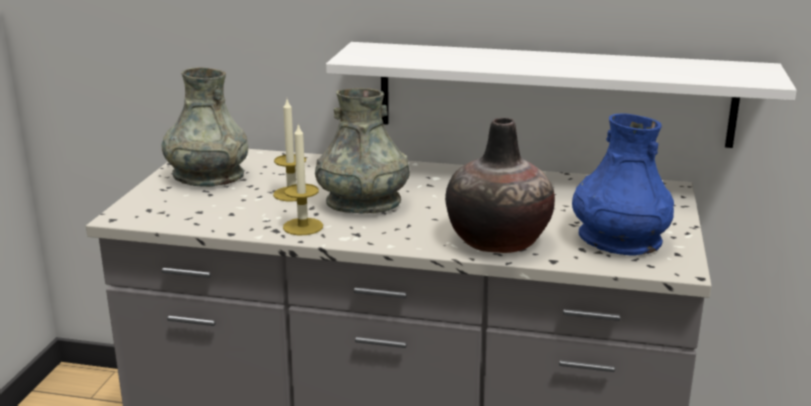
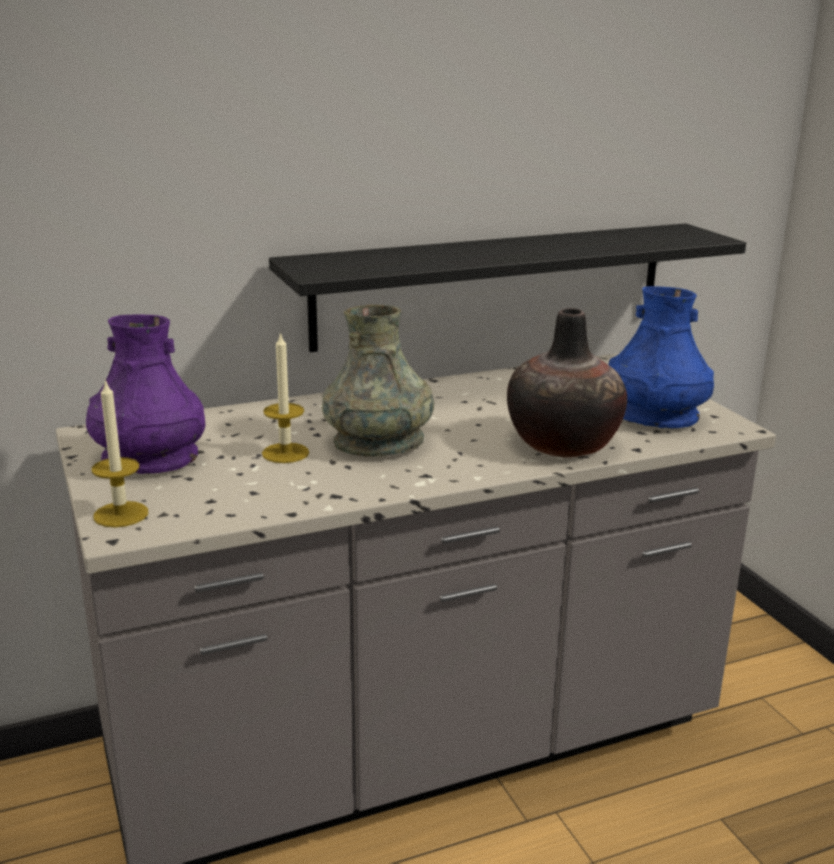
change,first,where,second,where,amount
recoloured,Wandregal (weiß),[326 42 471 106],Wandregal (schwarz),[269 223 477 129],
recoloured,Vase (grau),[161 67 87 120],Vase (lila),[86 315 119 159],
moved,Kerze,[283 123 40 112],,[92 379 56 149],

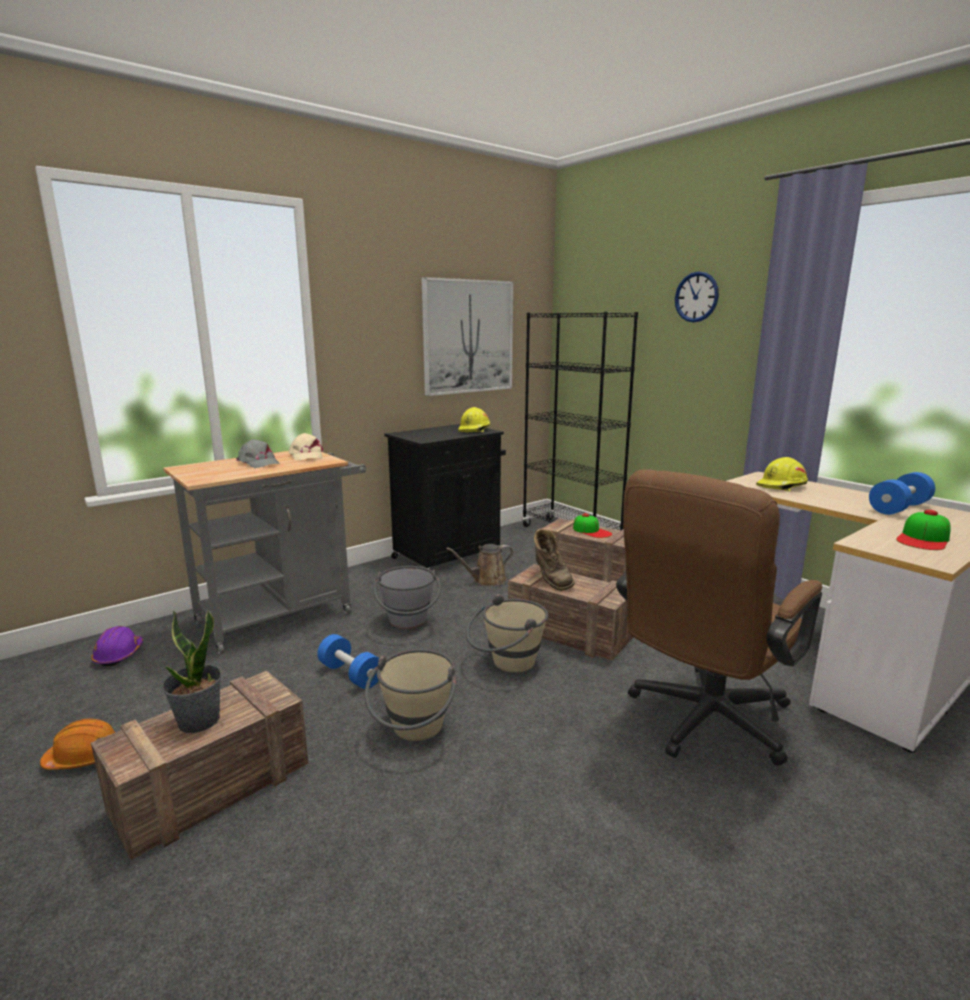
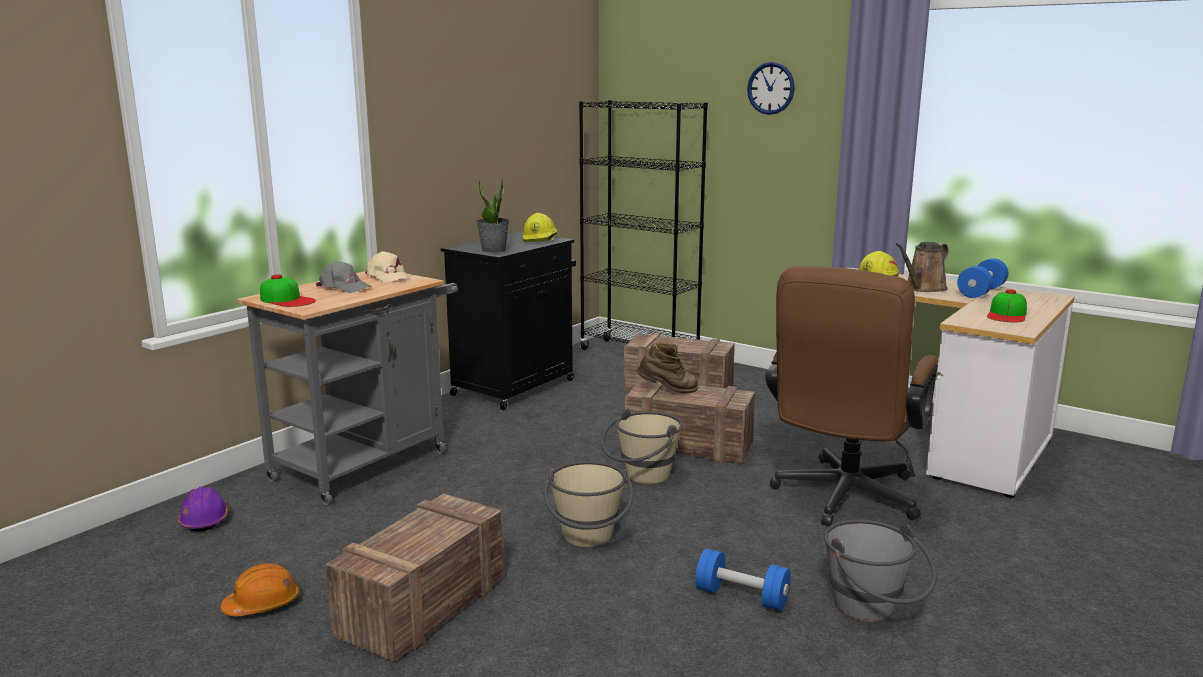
change,first,where,second,where,amount
removed,Bild,[421 277 92 119],,,
moved,Kappe,[573 513 39 25],,[260 274 56 33],
turned,Stiefel (braun),[534 528 41 63],,[637 342 61 51],60 degrees counterclockwise
moved,Gießkanne (braun),[446 544 67 42],,[896 242 53 50],
moved,Eimer (grau),[373 566 68 63],,[824 519 113 103],
moved,Topfpflanze,[162 609 60 124],,[476 176 33 76],
moved,Hantel (blau),[317 634 62 55],,[695 548 96 63],

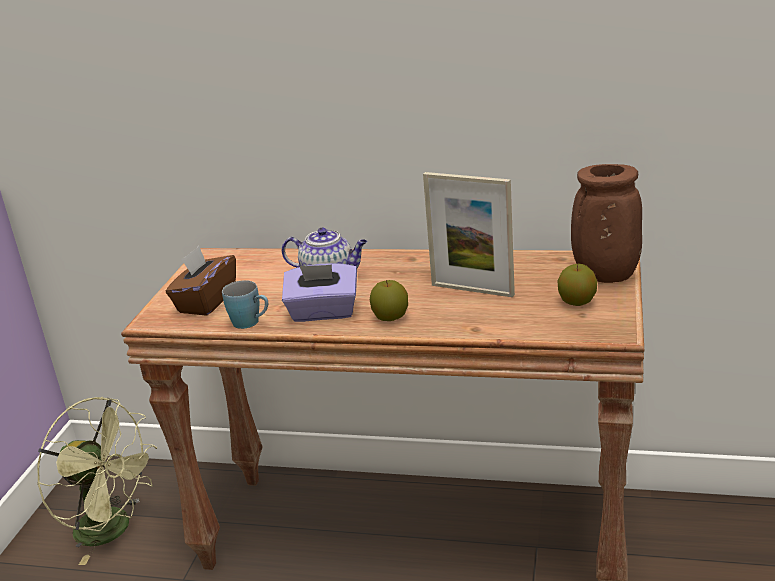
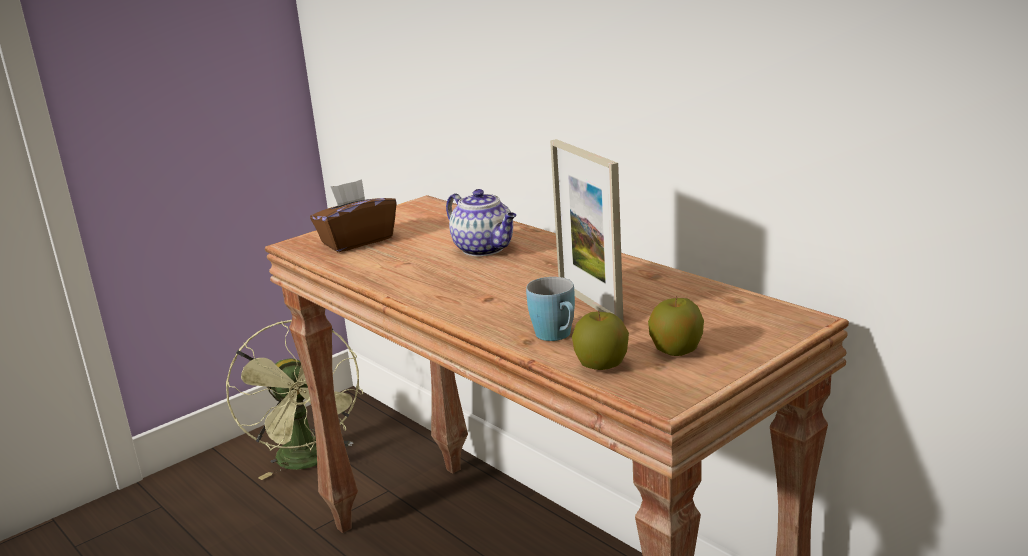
change,first,where,second,where,amount
removed,Vase (braun),[571 164 71 119],,,
removed,Taschentuchbox (lila),[282 263 75 59],,,
moved,Henkelbecher (blau),[222 280 46 49],,[526 277 49 64],
moved,Apfel,[370 280 38 41],,[572 310 57 60],

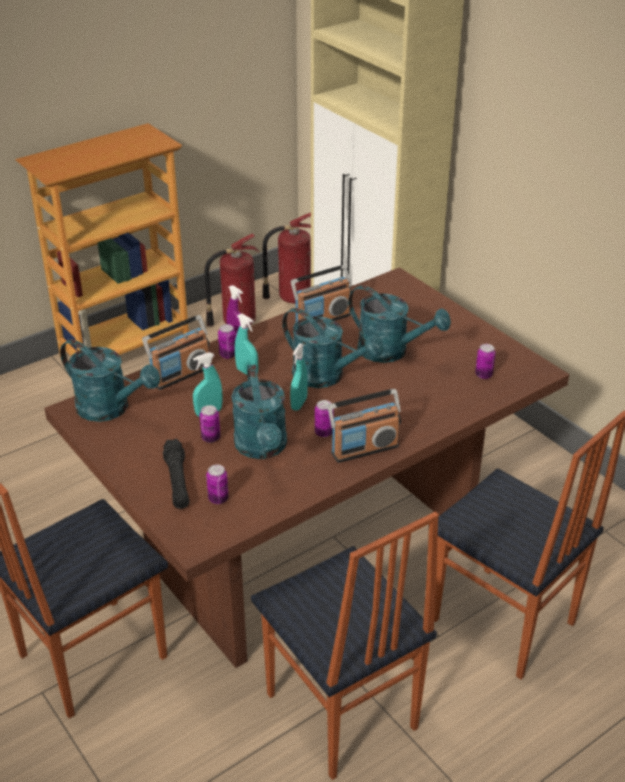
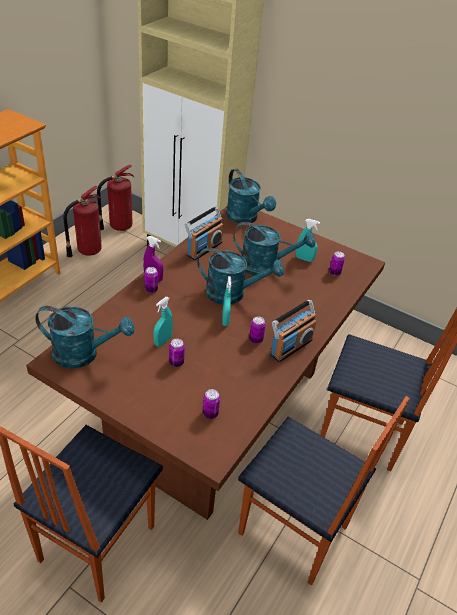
change,first,where,second,where,amount
moved,Sprühflasche (türkis),[235 313 23 62],,[296 219 24 43],
removed,Radio,[142 315 68 75],,,
moved,Gießkanne (türkis),[231 364 56 95],,[226 169 50 54],
removed,Taschenlampe (schwarz),[163 439 26 70],,,

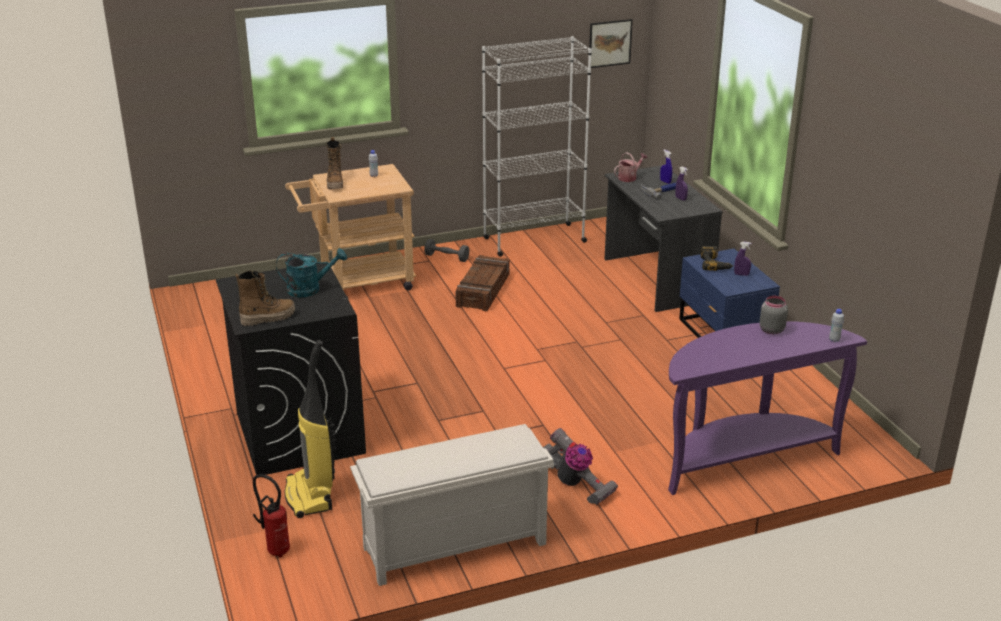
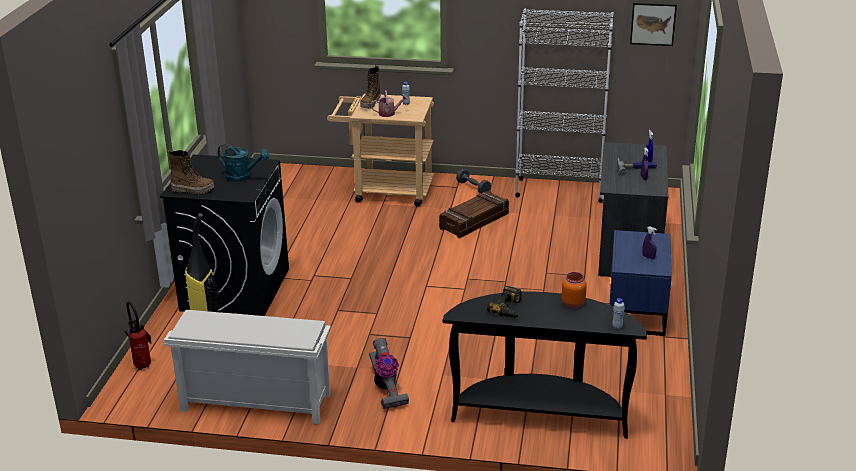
change,first,where,second,where,amount
moved,Gießkanne,[614 152 34 30],,[370 91 38 26],
moved,Bohrmaschine,[700 246 34 25],,[487 286 35 32],
recoloured,Vorratsglas (grau),[760 296 28 38],Vorratsglas (orange),[562 272 25 36],
recoloured,Konsolentisch (lila),[668 321 199 174],Konsolentisch (schwarz),[443 292 204 147],

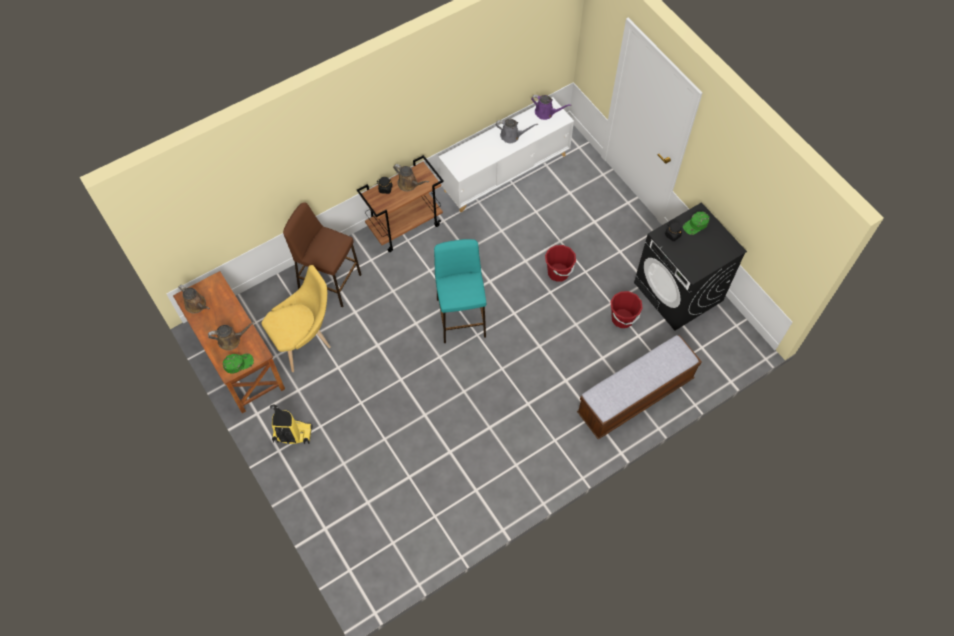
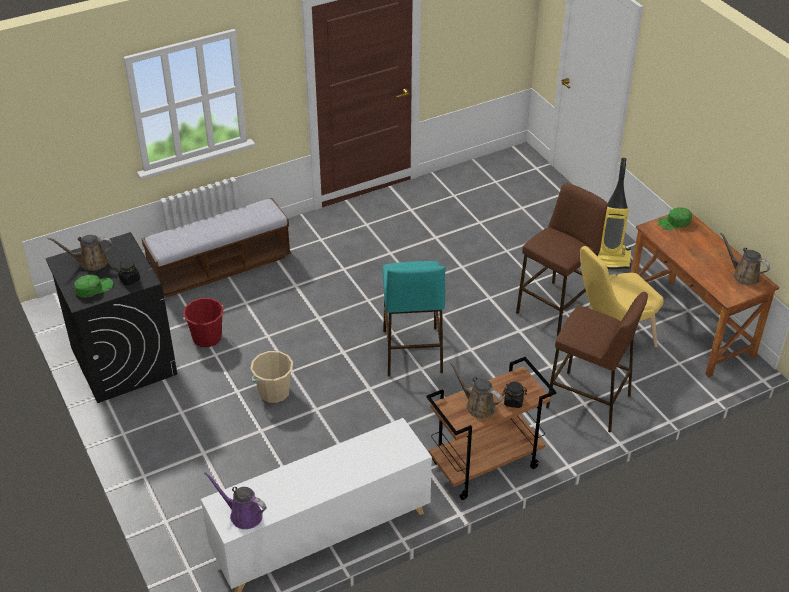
change,first,where,second,where,amount
removed,Gießkanne (grau),[496 119 42 24],,,
recoloured,Eimer (rot),[545 245 31 37],Eimer (beige),[250 351 43 52],
moved,Gießkanne (braun),[208 322 47 29],,[48 235 64 36],
added,,,Hocker (braun),[516 183 91 154],

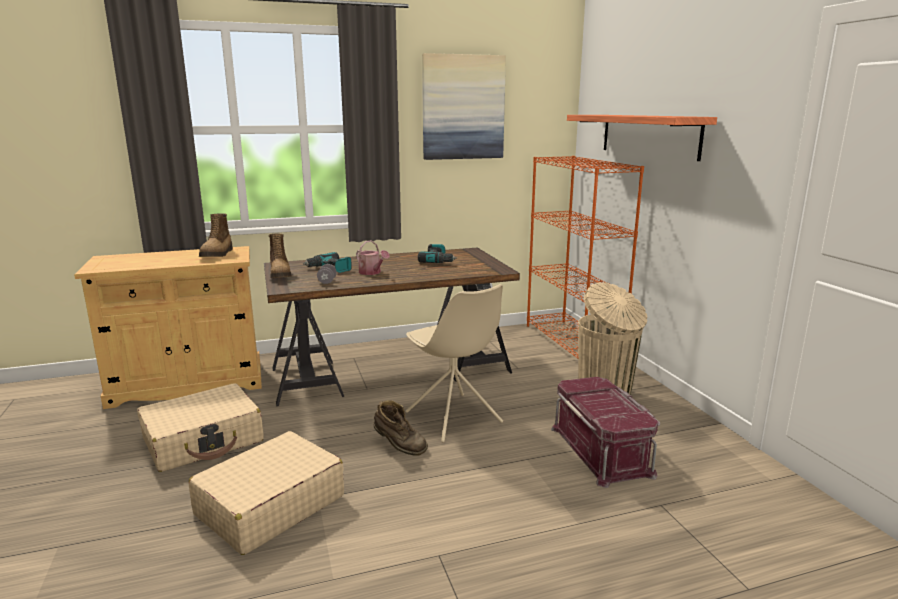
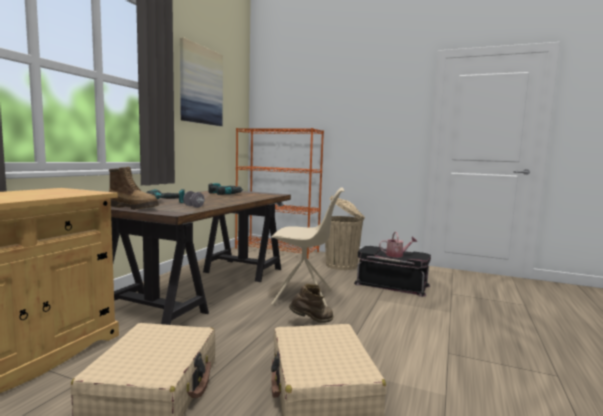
change,first,where,second,where,amount
removed,Wandregal,[567 115 150 46],,,
removed,Stiefel,[199 213 34 44],,,
moved,Gießkanne,[356 241 34 34],,[379 232 38 26],
recoloured,Aufbewahrungsbox (rot),[551 377 109 111],Aufbewahrungsbox (schwarz),[354 246 77 51],

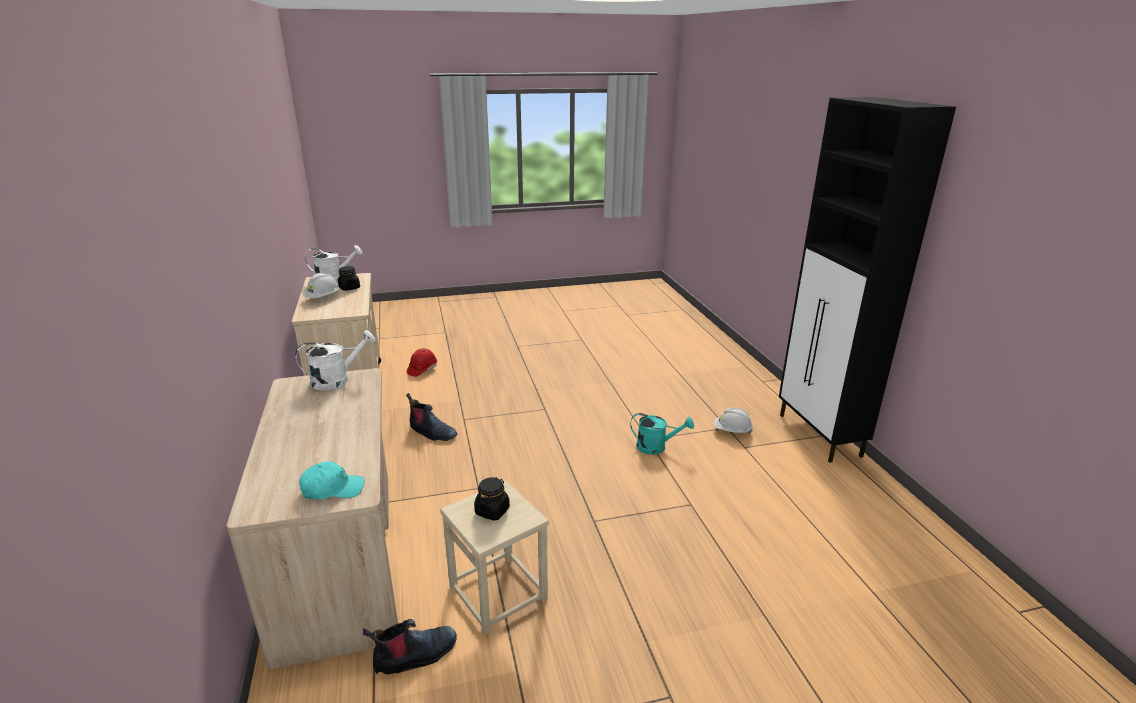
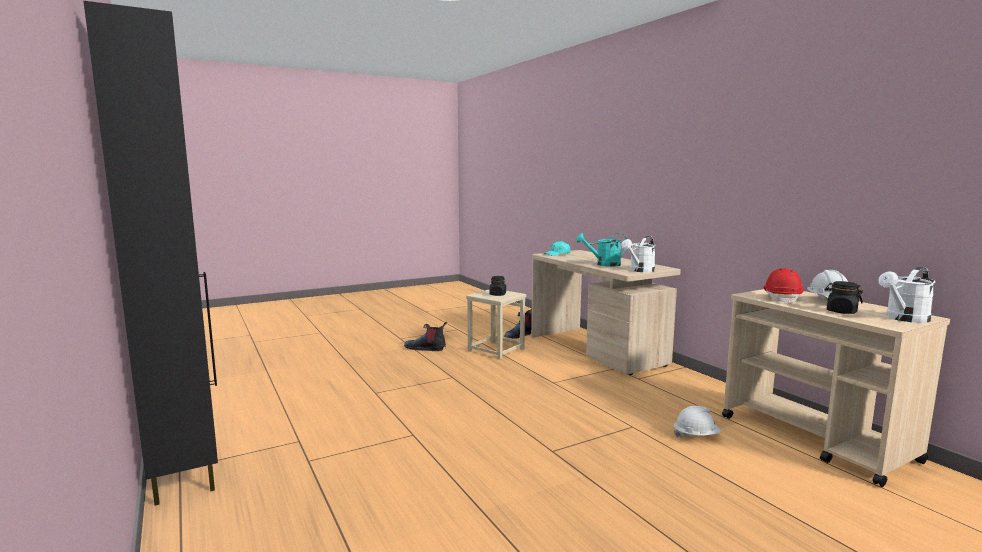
change,first,where,second,where,amount
moved,Schutzhelm (rot),[407 348 30 29],,[764 268 40 36],
moved,Stiefel,[406 393 51 48],,[404 322 43 29],
moved,Schutzhelm (weiß),[714 408 39 26],,[673 406 48 31],
moved,Gießkanne (türkis),[630 413 64 42],,[576 233 51 34],

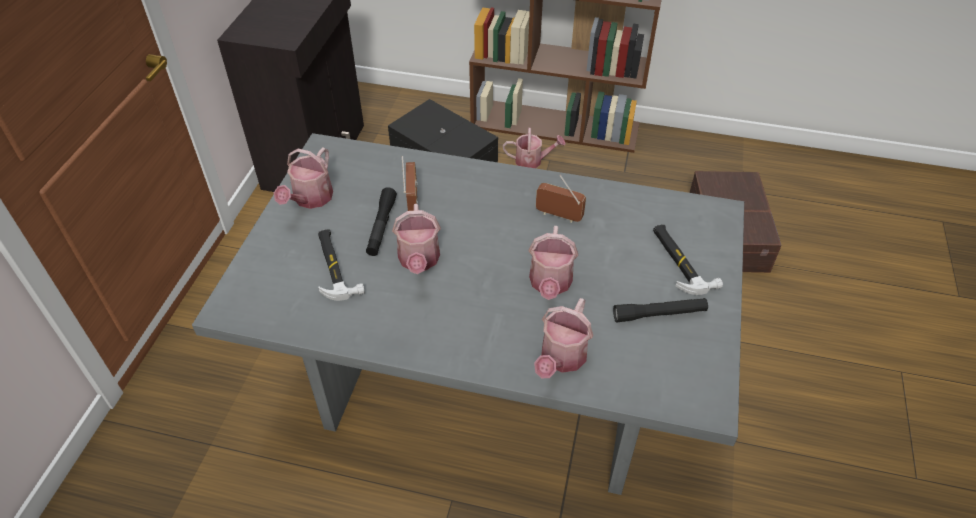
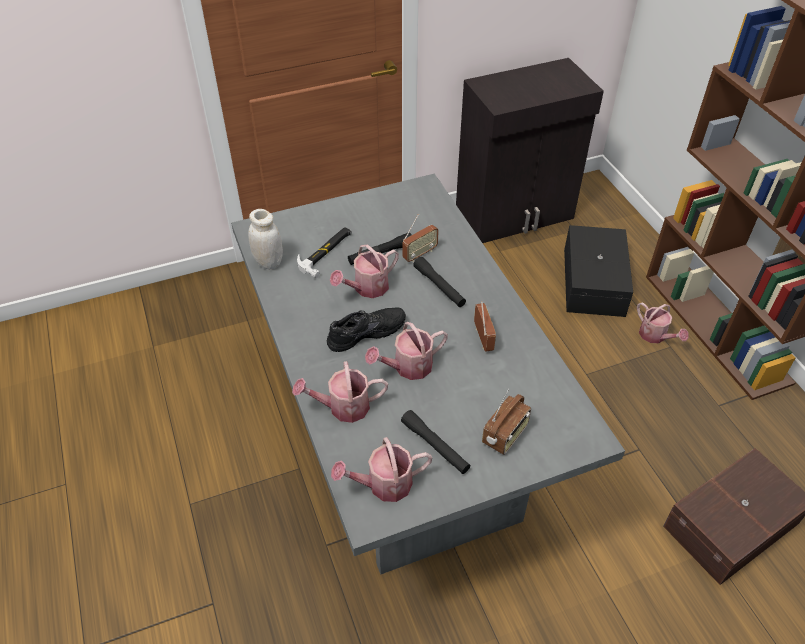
change,first,where,second,where,amount
moved,Gießkanne,[274 147 59 62],,[331 437 101 65],
replaced,Hammer,[653 224 70 71],Radio,[482 389 49 66],
added,,,Vorratsglas (weiß),[248 209 35 60],
added,,,Taschenlampe (schwarz),[413 257 53 50],
added,,,Schuh (schwarz),[327 308 79 44],

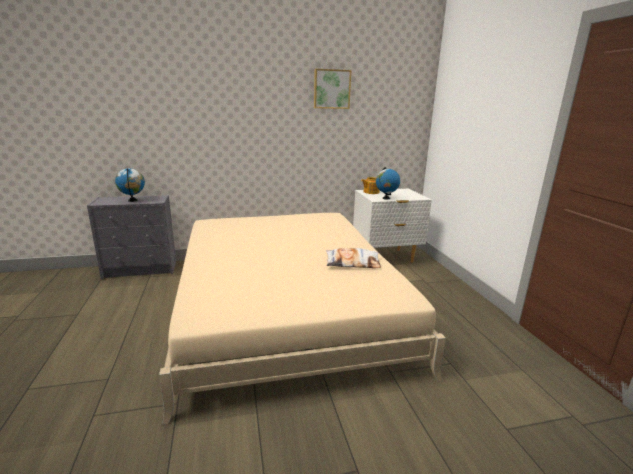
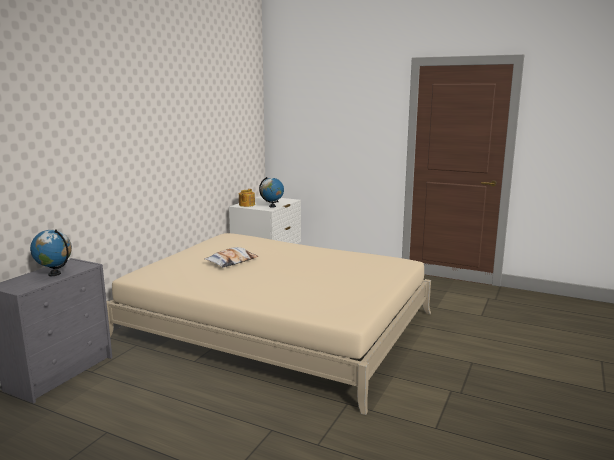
change,first,where,second,where,amount
removed,Bild,[314 69 37 40],,,
moved,Kissen,[326 248 55 20],,[205 247 53 21],

